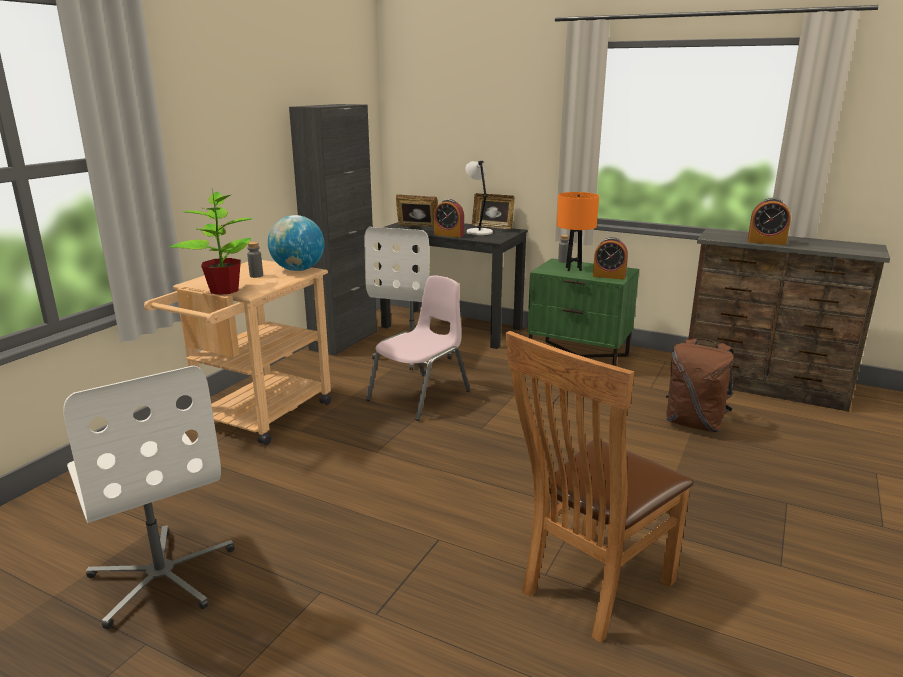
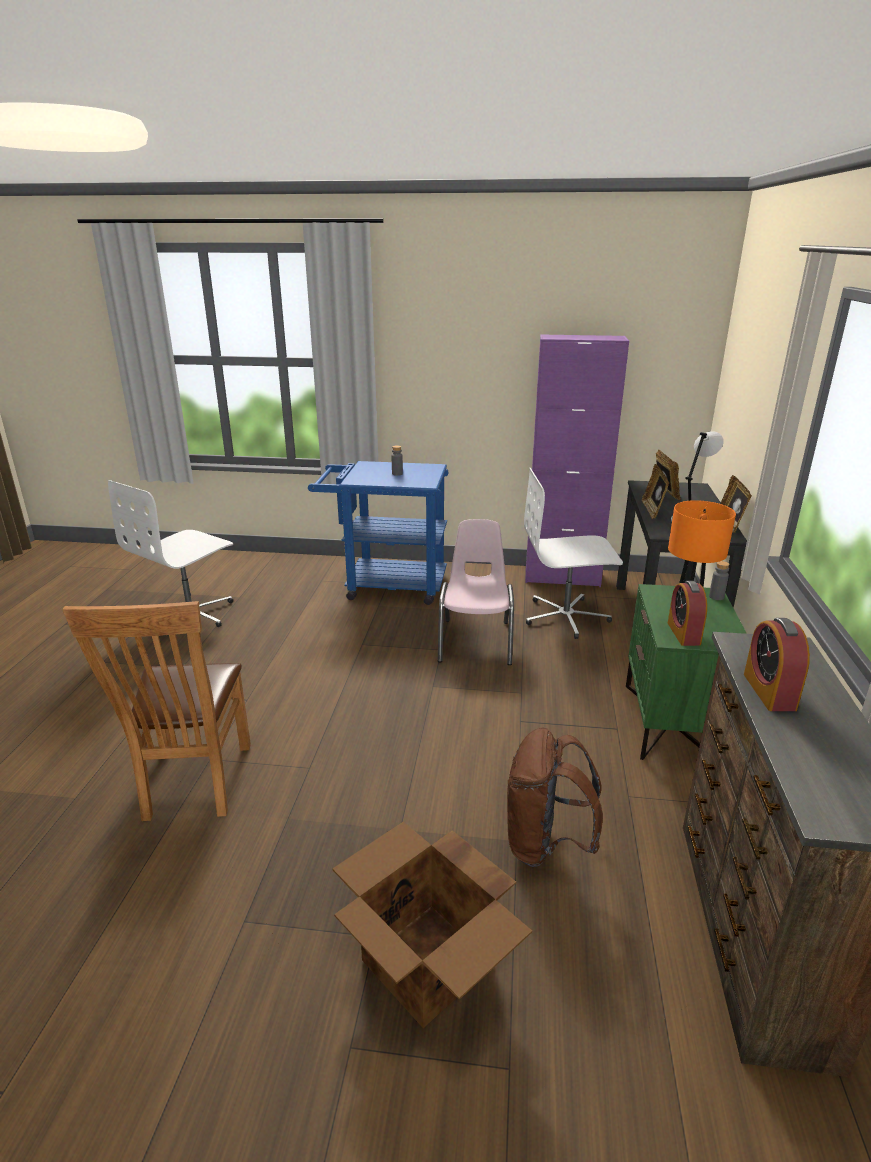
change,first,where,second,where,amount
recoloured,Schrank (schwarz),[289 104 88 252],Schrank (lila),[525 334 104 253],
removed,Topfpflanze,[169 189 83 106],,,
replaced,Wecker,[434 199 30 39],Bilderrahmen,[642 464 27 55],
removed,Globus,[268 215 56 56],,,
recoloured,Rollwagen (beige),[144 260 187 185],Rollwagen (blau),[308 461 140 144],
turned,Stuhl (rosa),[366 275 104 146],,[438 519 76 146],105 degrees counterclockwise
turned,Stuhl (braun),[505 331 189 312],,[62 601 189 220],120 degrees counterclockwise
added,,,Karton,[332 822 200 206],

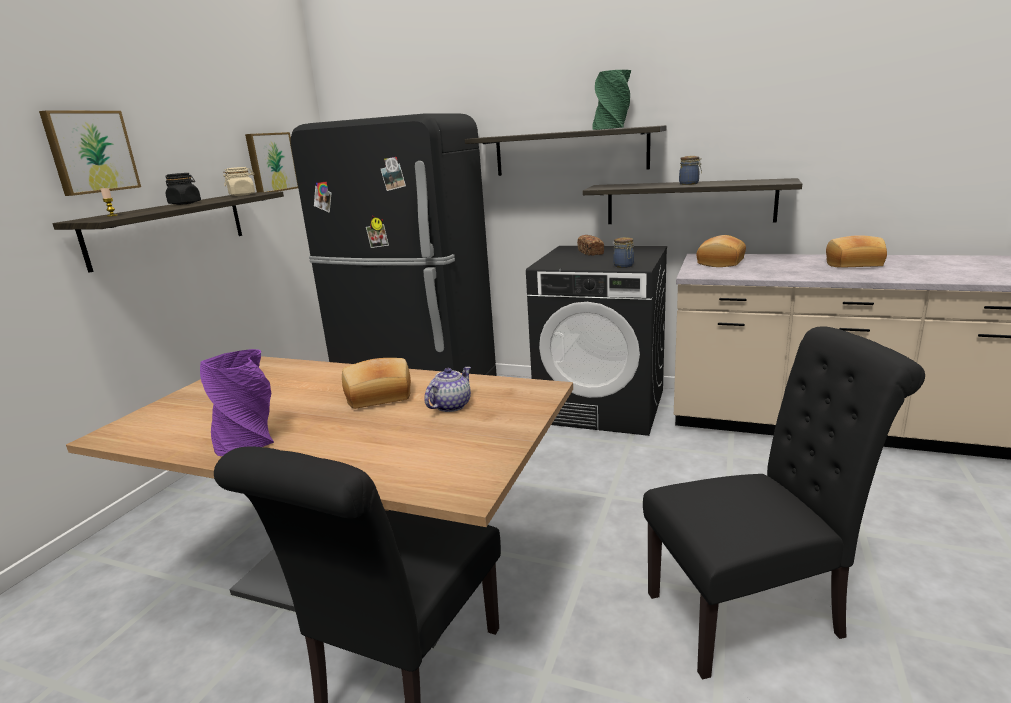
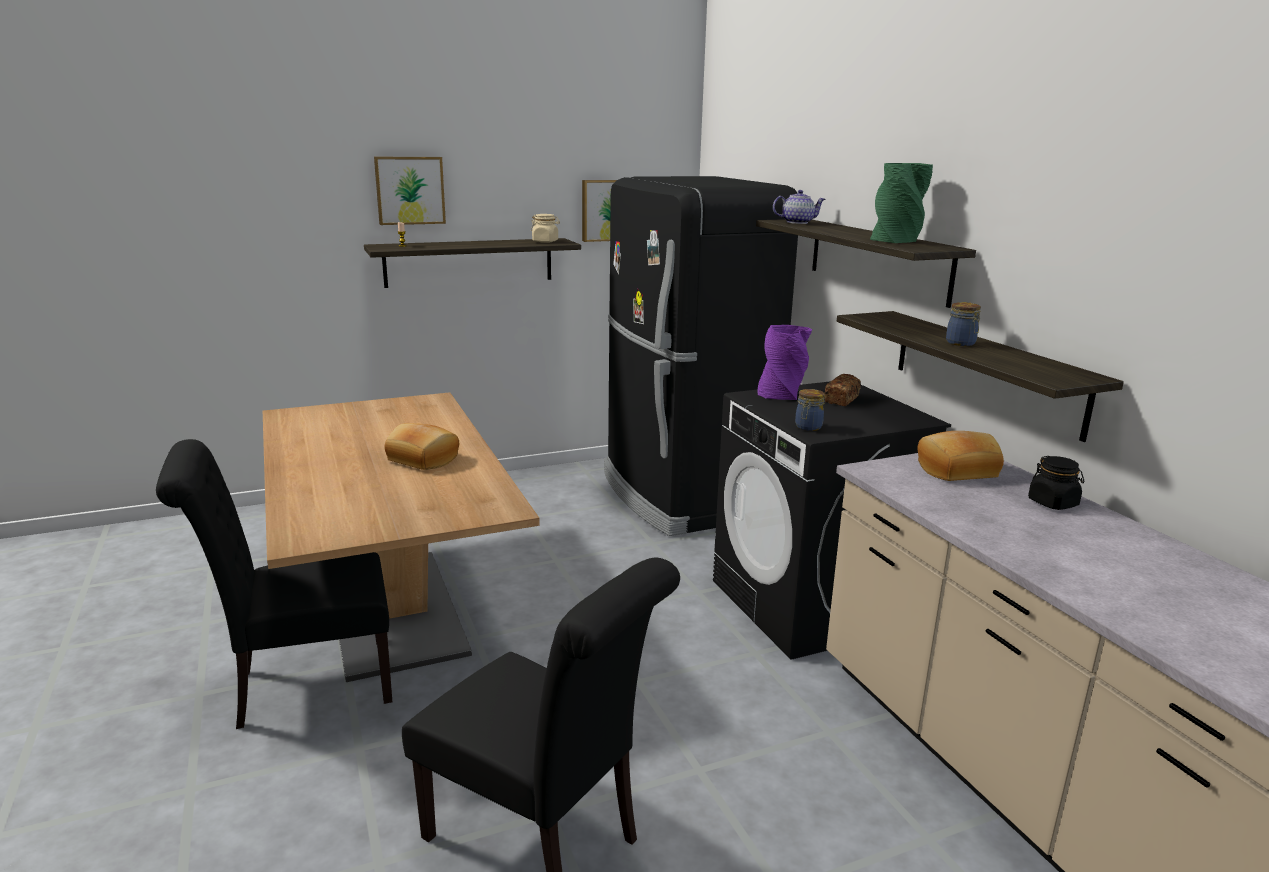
change,first,where,second,where,amount
moved,Vorratsglas (schwarz),[166 173 35 32],,[1028 456 56 54],
removed,Brot,[826 235 61 33],,,
moved,Vase (lila),[200 349 74 107],,[757 325 55 75],
moved,Teekanne,[424 367 47 45],,[773 190 53 34],

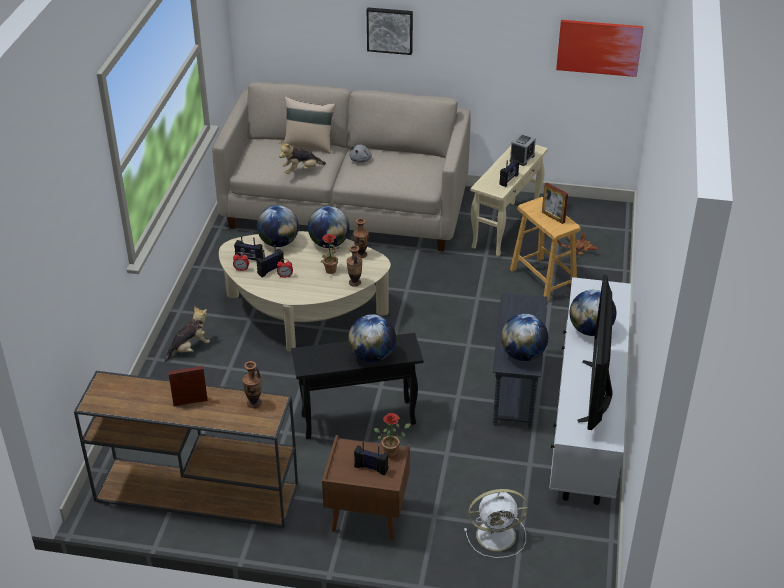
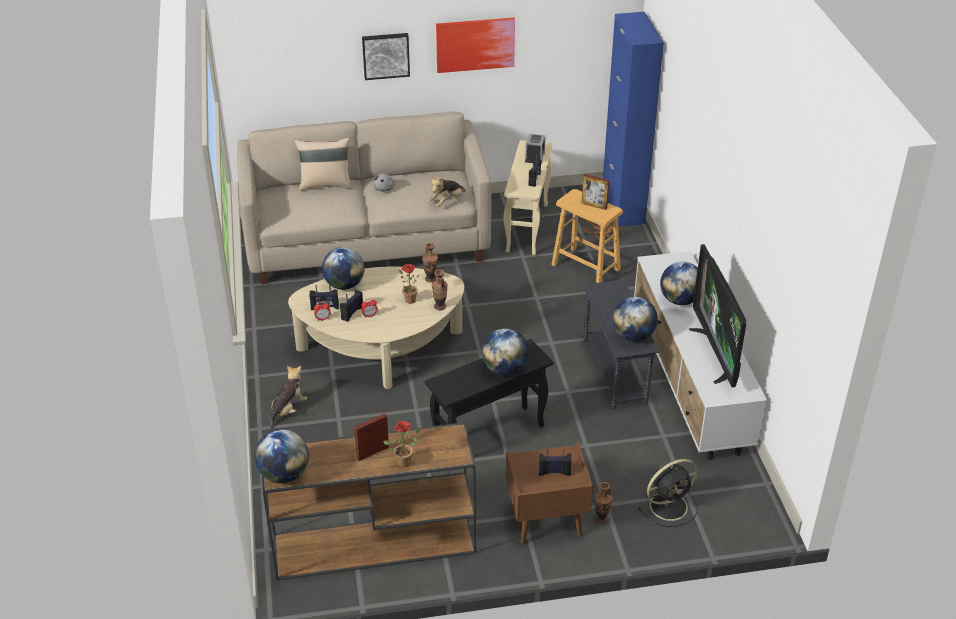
change,first,where,second,where,amount
moved,Bild,[556 20 88 57],,[436 18 79 55],
moved,Plüschtier,[279 142 47 32],,[429 177 37 30],
moved,Globus,[308 206 42 42],,[255 429 54 54],
moved,Vase,[242 361 20 47],,[595 482 17 42],
moved,Topfpflanze,[374 413 36 45],,[383 421 37 46],
recoloured,Ventilator (weiß),[464 489 64 69],Ventilator (schwarz),[638 459 60 68],
added,,,Schrank (blau),[603 12 61 215],

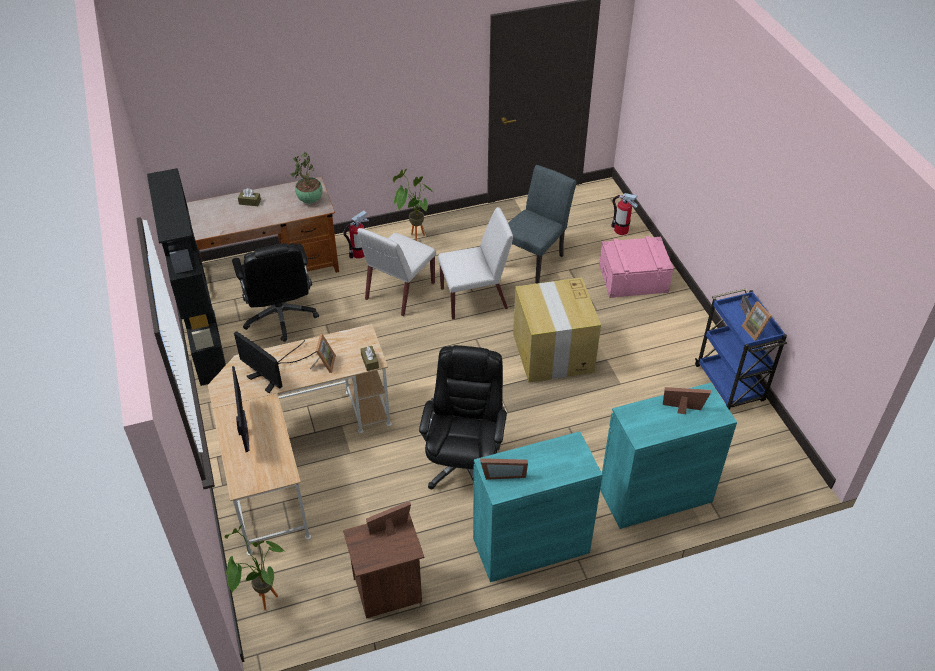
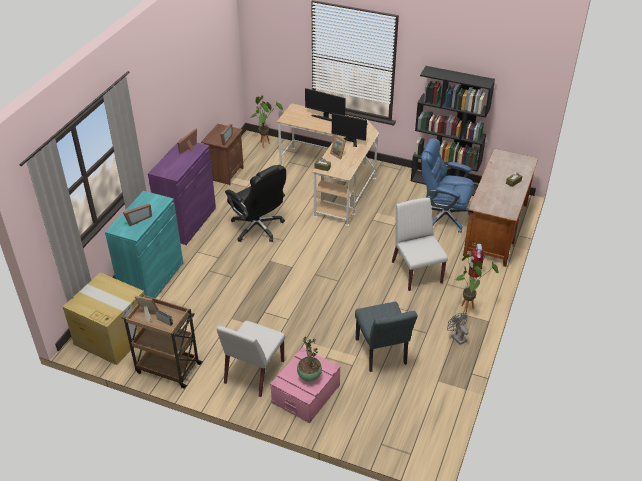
change,first,where,second,where,amount
moved,Topfpflanze,[291 153 32 50],,[297 337 25 45],
removed,Feuerlöscher,[611 193 27 42],,,
moved,Stuhl (weiß),[438 207 75 112],,[217 321 68 76],
recoloured,Bürostuhl (schwarz),[232 243 87 99],Bürostuhl (blau),[421 138 53 95],
moved,Karton,[513 277 88 105],,[63 272 81 93],
recoloured,Rollwagen (blau),[695 288 92 122],Rollwagen (braun),[121 294 82 95],
turned,Monitor,[234 331 82 62],,[332 113 36 34],150 degrees counterclockwise
recoloured,Schrank (türkis),[473 431 130 151],Schrank (lila),[148 139 68 106],
added,,,Ventilator (grau),[447 313 22 32],

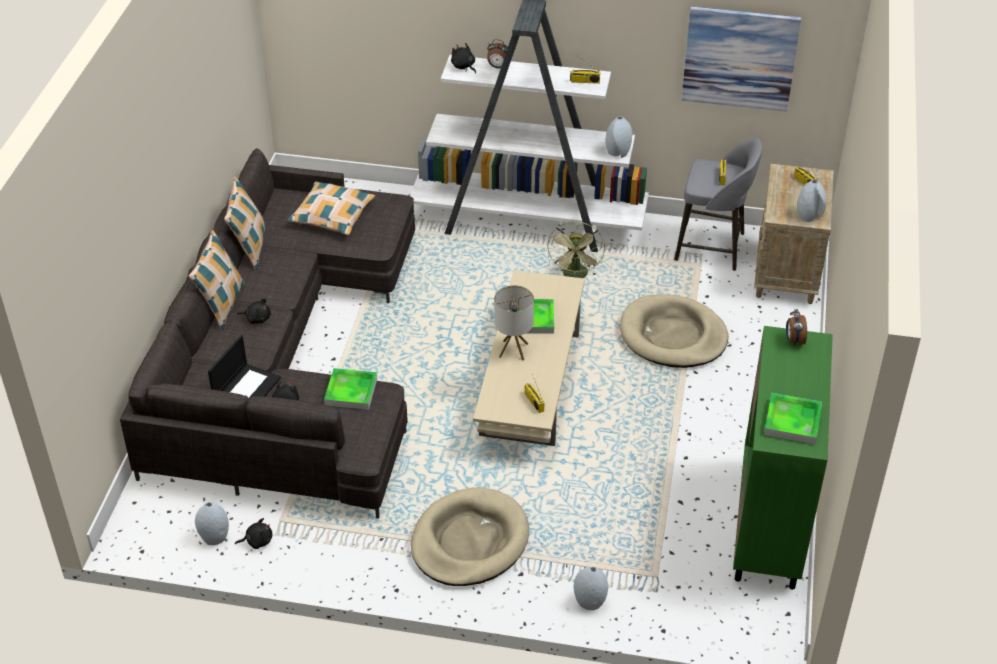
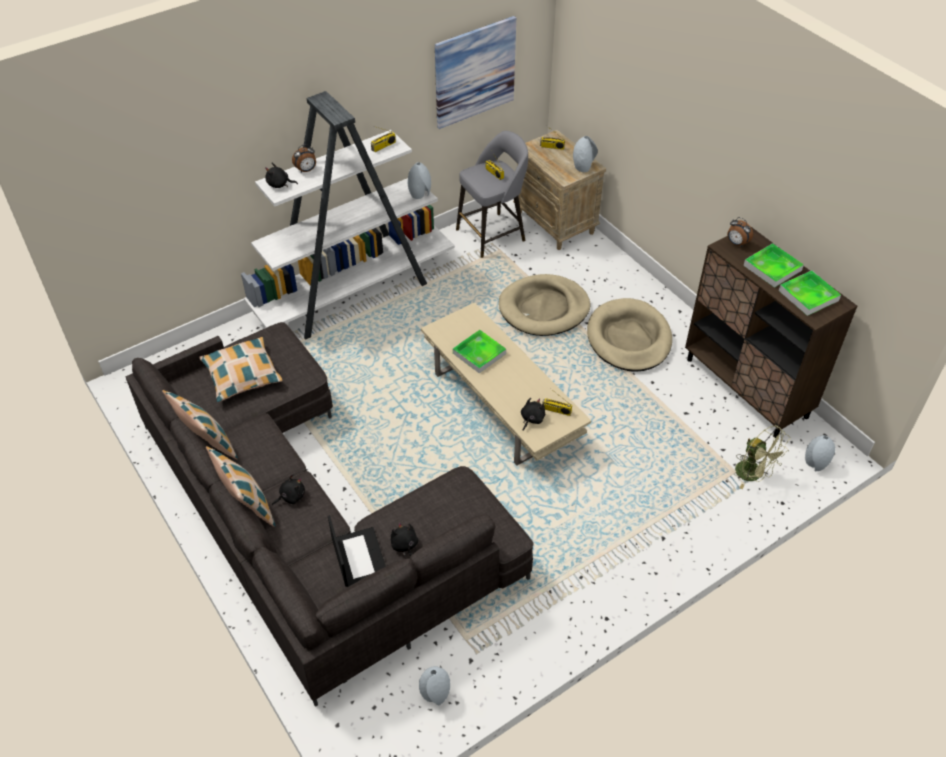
change,first,where,second,where,amount
moved,Ventilator (grün),[547 221 58 57],,[735 425 55 64],
removed,Tischlampe,[494 285 40 76],,,
recoloured,Schrank (grün),[733 326 100 264],Schrank (braun),[685 226 172 212],
moved,Tablett,[324 368 53 42],,[743 243 61 45],
moved,Hundebett (beige),[411 487 118 99],,[587 298 85 74],
moved,Plüschtier (schwarz),[235 518 37 31],,[521 398 24 33],
moved,Vase (grau),[574 567 34 43],,[805 435 30 36],

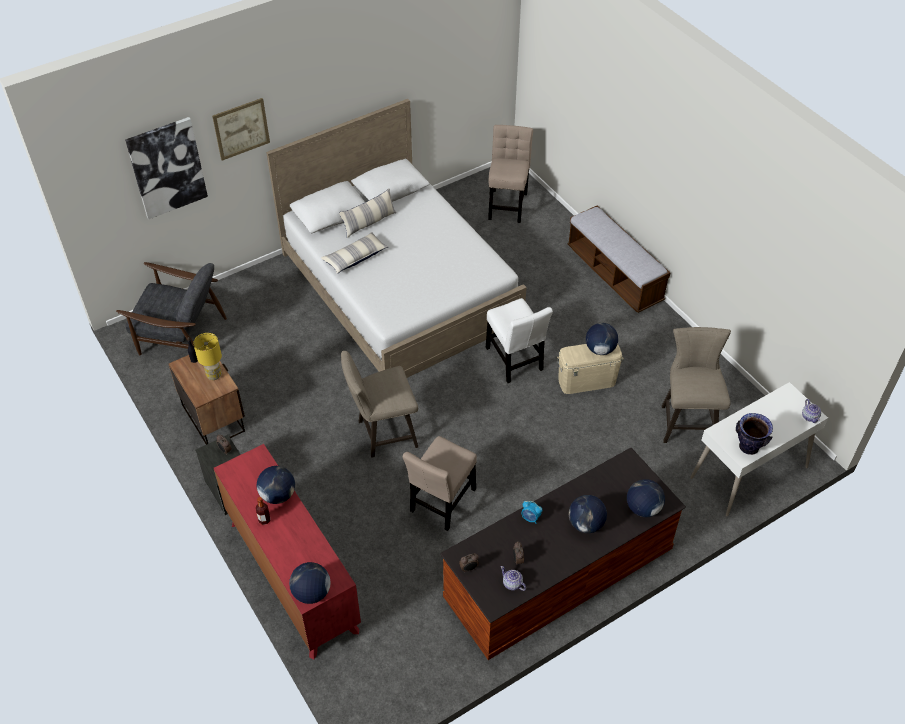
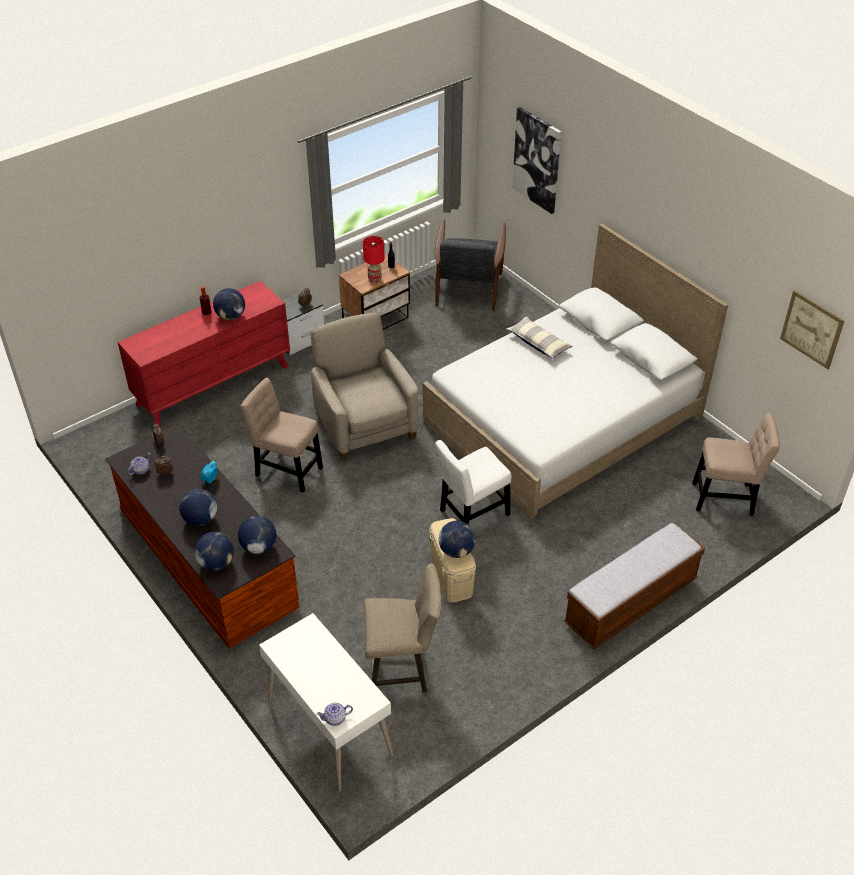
change,first,where,second,where,amount
moved,Bild,[212 98 58 62],,[780 290 64 79],
removed,Kissen,[339 188 57 50],,,
recoloured,Tischlampe (gelb),[193 333 29 47],Tischlampe (rot),[363 236 22 46],
replaced,Hocker (beige),[341 351 77 107],Sessel (beige),[310 312 109 149],
removed,Vase,[736 413 37 42],,,
moved,Globus,[289 562 42 42],,[238 516 38 38],

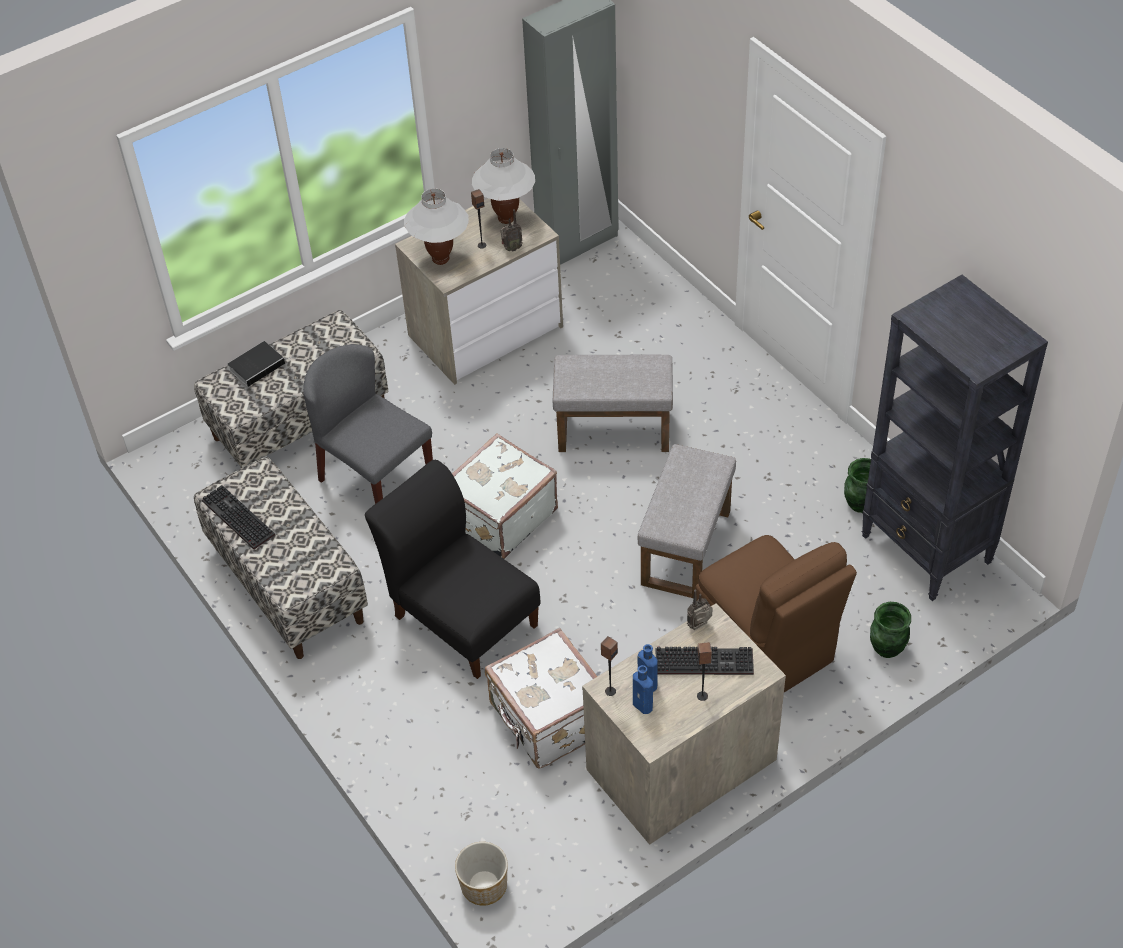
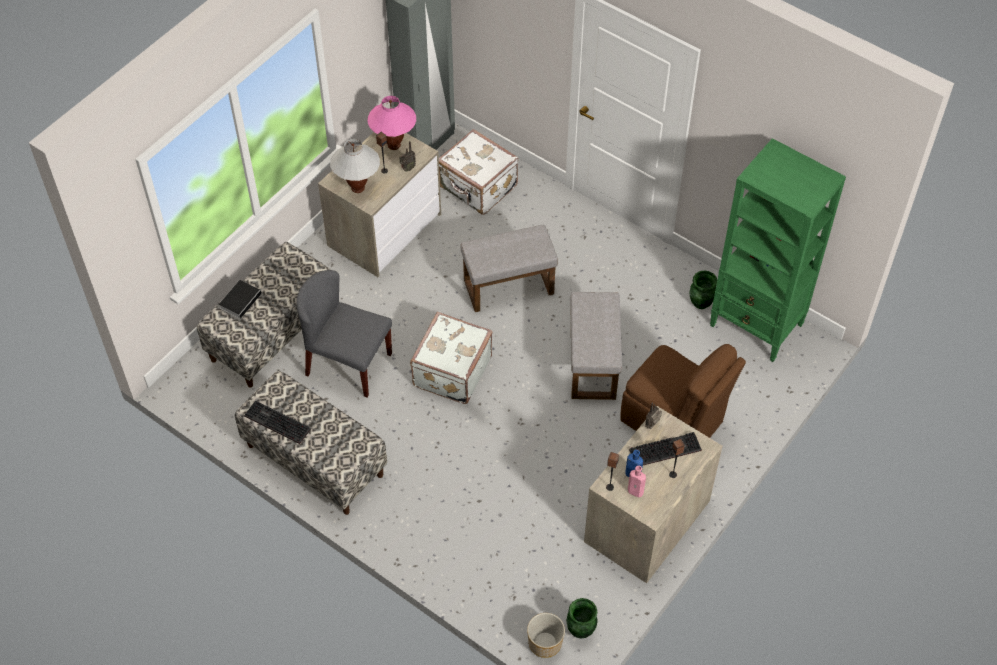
change,first,where,second,where,amount
recoloured,Tischlampe (weiß),[472 148 63 76],Tischlampe (rosa),[368 96 48 54],
recoloured,Bücherregal (schwarz),[861 275 187 326],Bücherregal (grün),[710 138 136 224],
removed,Stuhl (schwarz),[365 460 175 219],,,
moved,Vase (grün),[870 602 41 56],,[566 598 32 41],
moved,Koffer (weiß),[485 628 112 141],,[439 129 79 86],
recoloured,Flasche (blau),[633 665 20 49],Flasche (rosa),[628 466 18 32],

